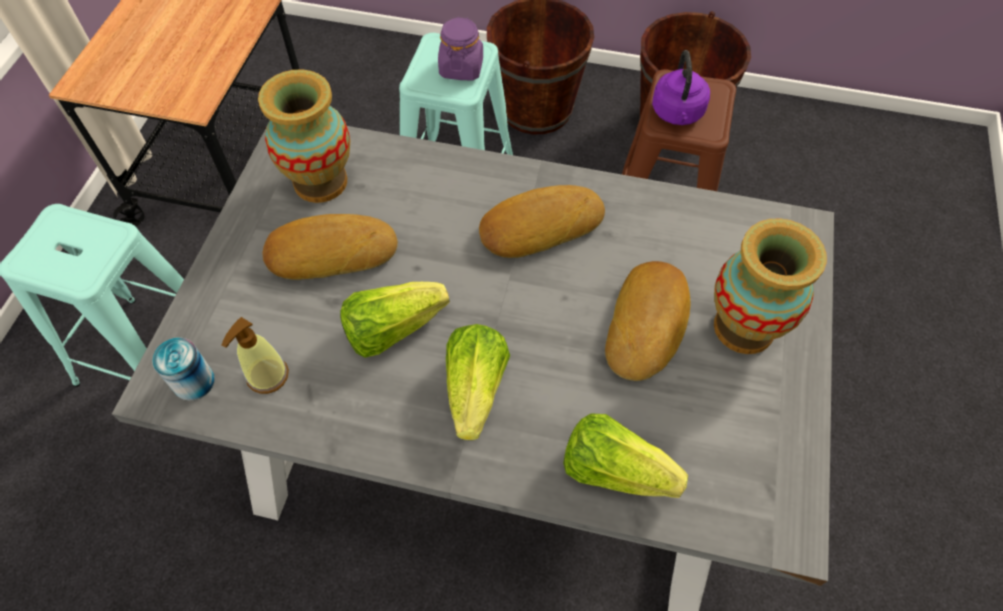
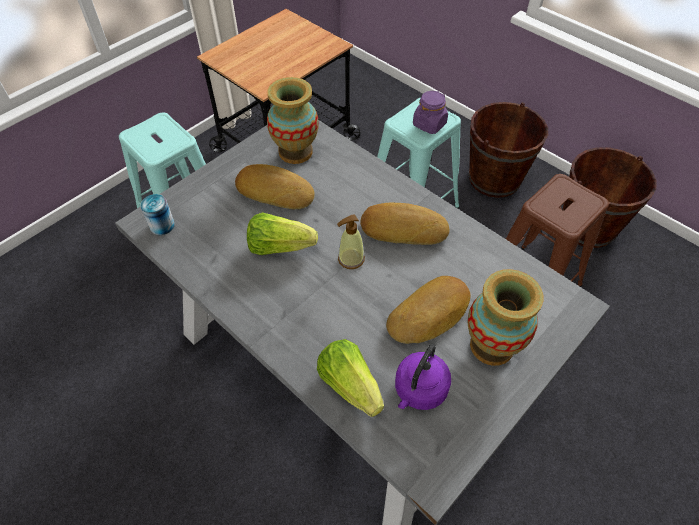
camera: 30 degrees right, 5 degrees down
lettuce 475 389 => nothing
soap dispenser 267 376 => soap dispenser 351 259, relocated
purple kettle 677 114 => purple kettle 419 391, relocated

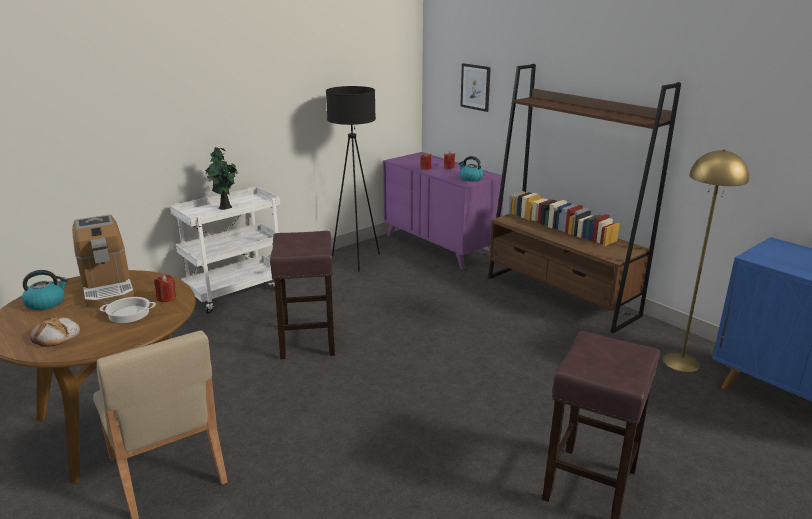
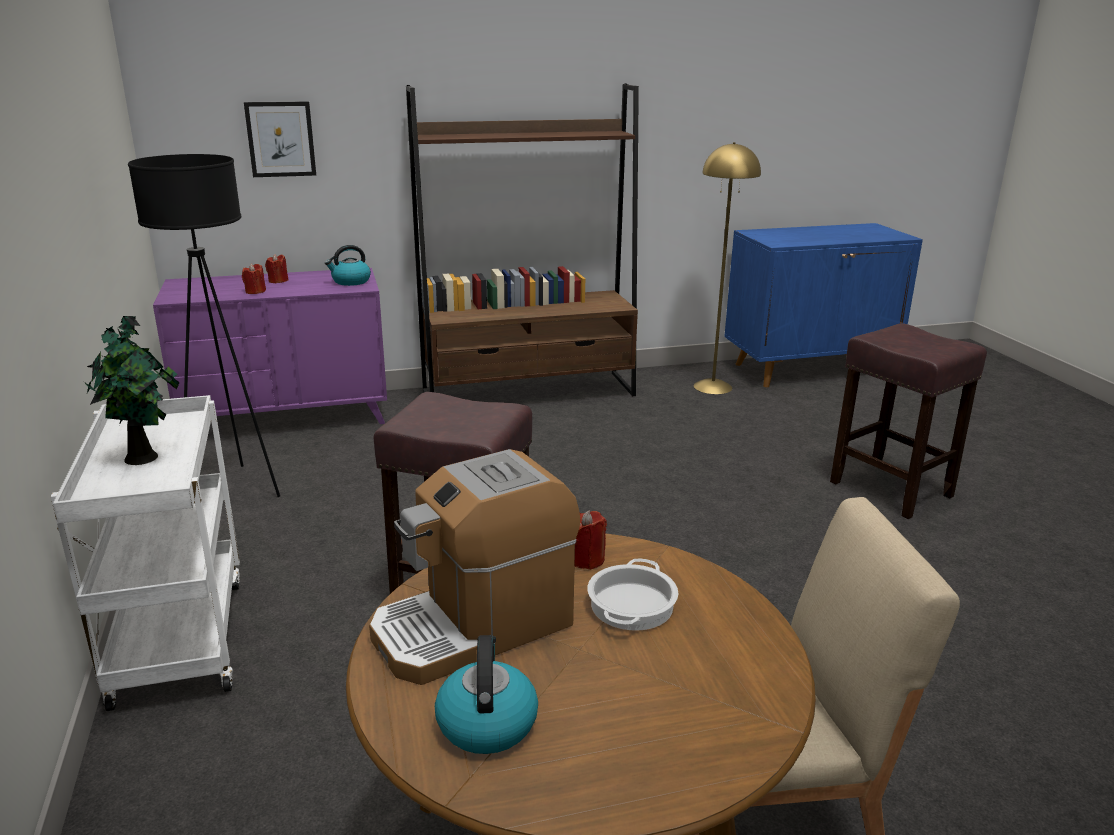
camera: 65 degrees left, 0 degrees up
bread 56 336 => nothing
coffee machine 108 288 => coffee machine 474 626, 150 degrees clockwise

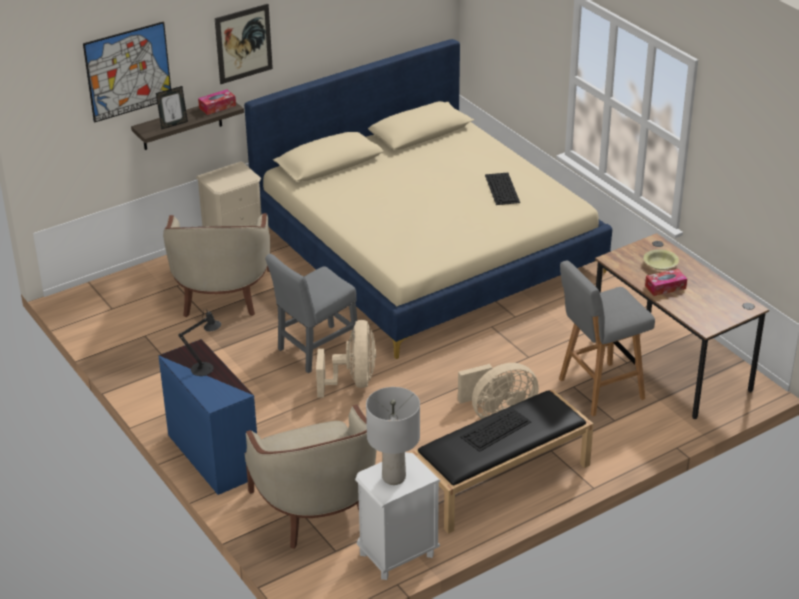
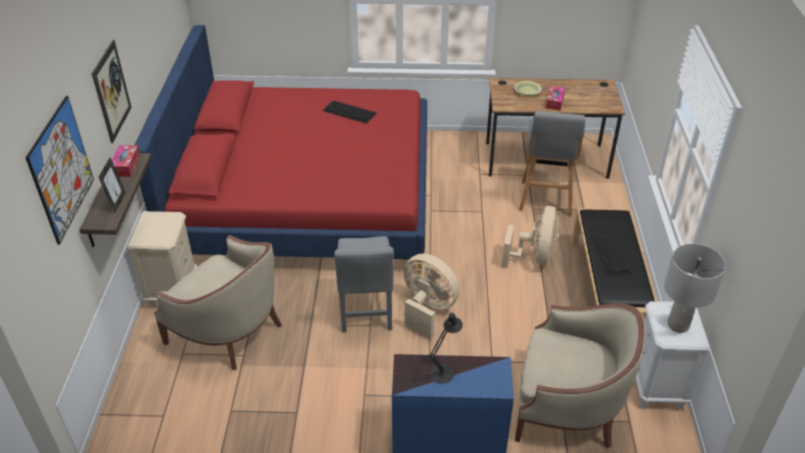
camera: 55 degrees left, 5 degrees up
beige bed 426 250 => red bed 306 195

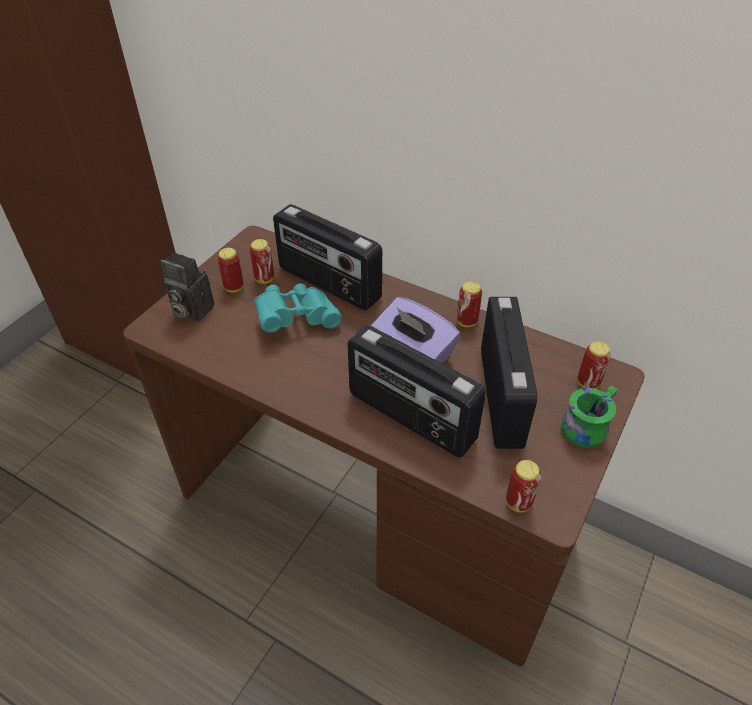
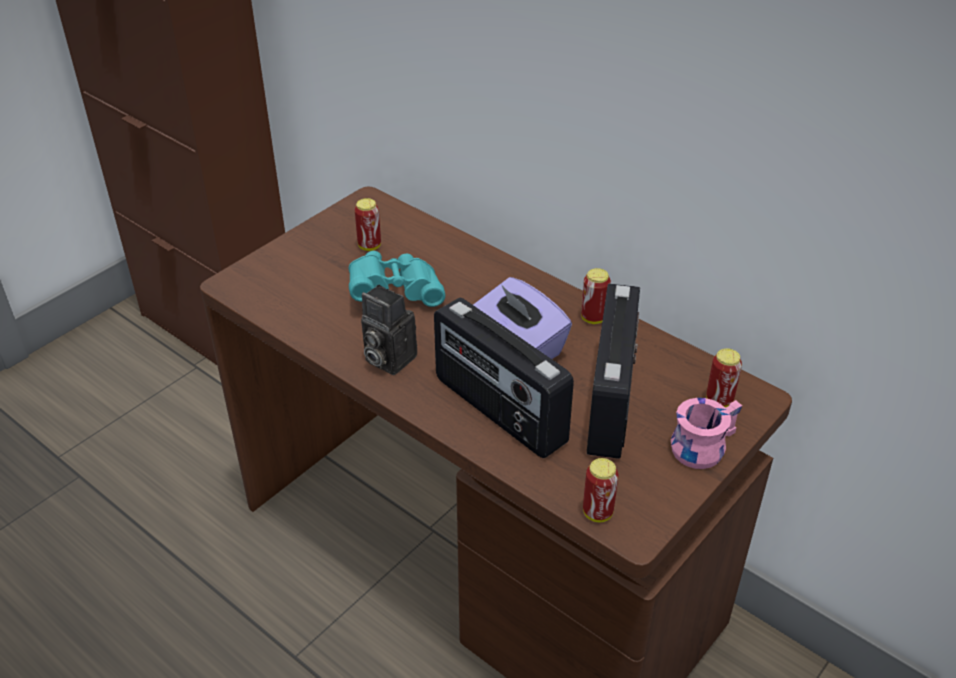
camera: 10 degrees right, 5 degrees down
can 234 287 => nothing
radio 328 284 => nothing
photo camera 190 310 => photo camera 387 358, relocated
green mug 584 425 => pink mug 700 444

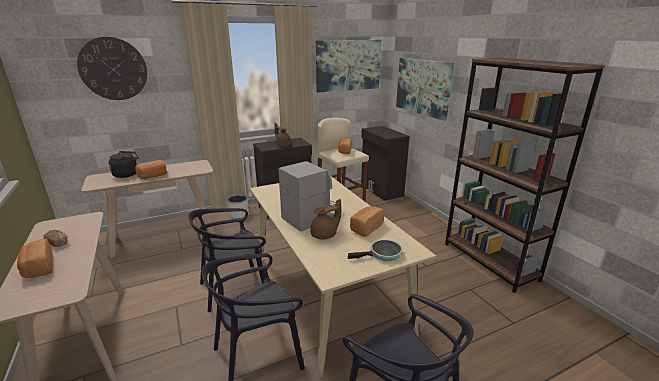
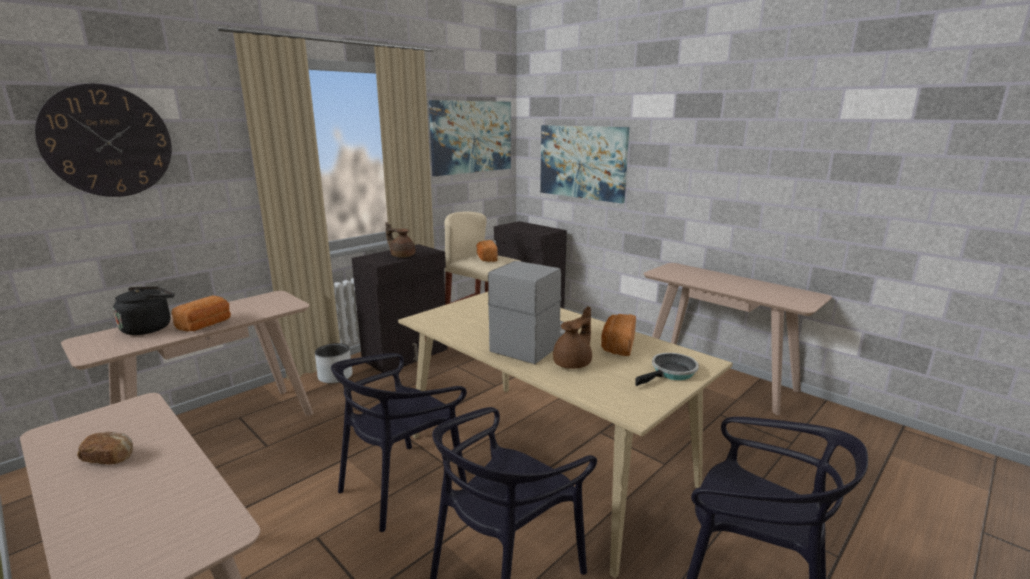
camera: 20 degrees left, 5 degrees down
bread 38 268 => nothing
brown bookcase 489 261 => beige console table 718 377

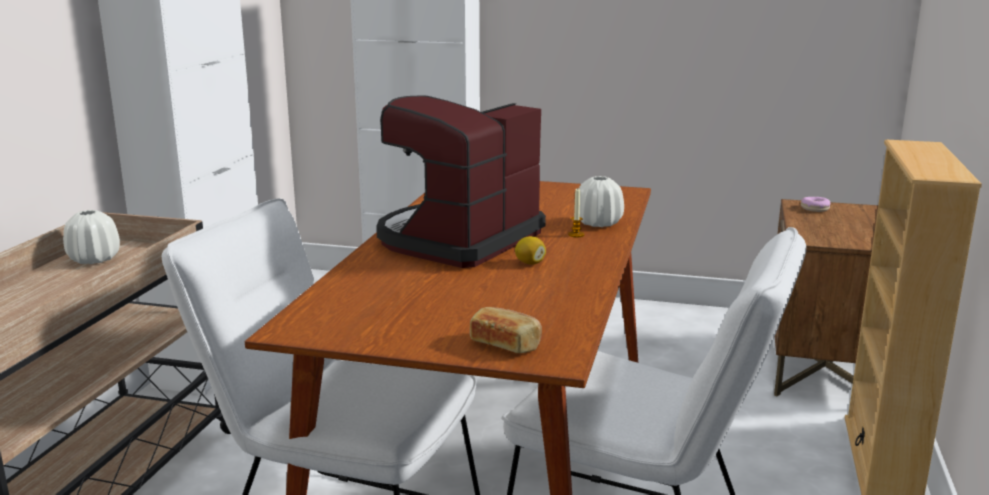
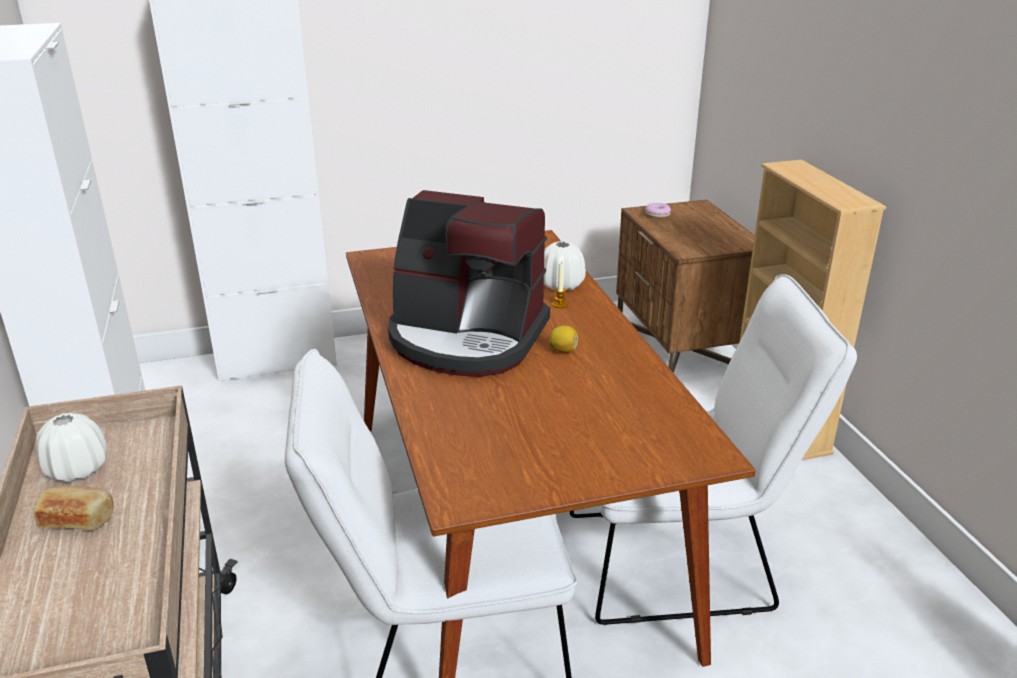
camera: 30 degrees left, 10 degrees up
bread 506 344 => bread 78 519, relocated
coffee machine 458 240 => coffee machine 467 338, 75 degrees counterclockwise

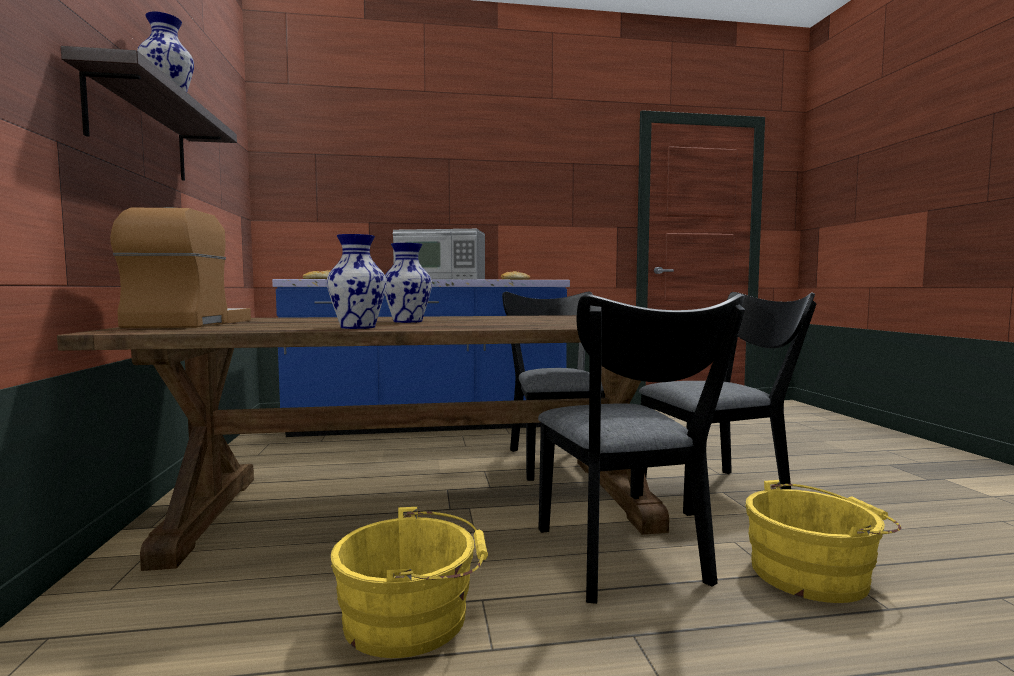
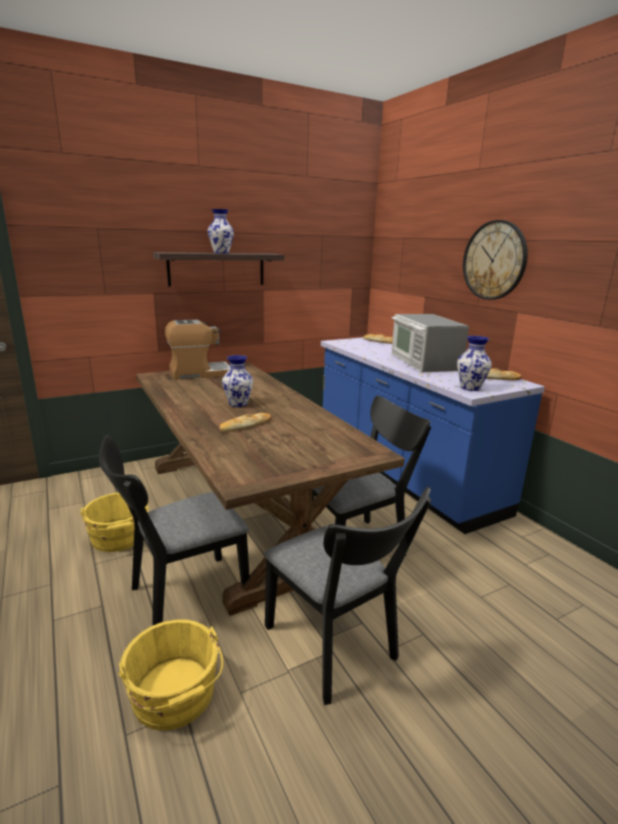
camera: 70 degrees right, 15 degrees up
nothing => bread 245 425
nothing => wall clock 494 260
vase 359 327 => vase 471 388, relocated

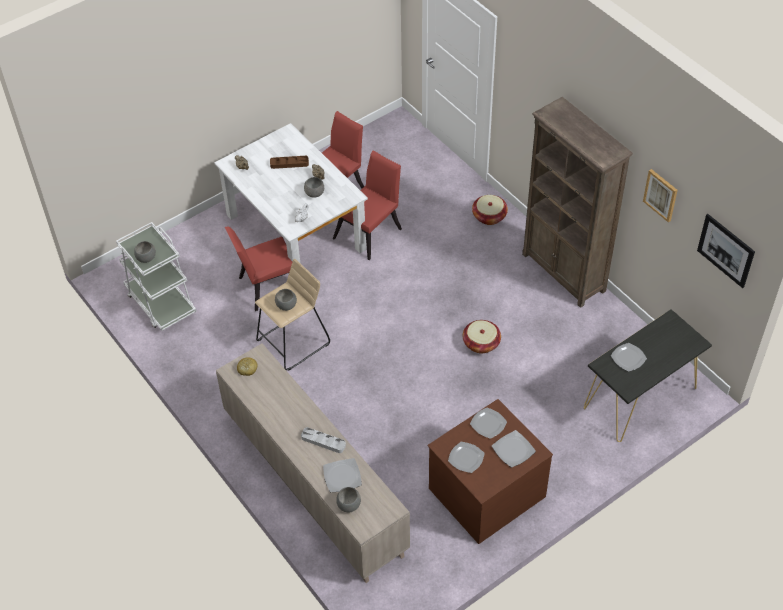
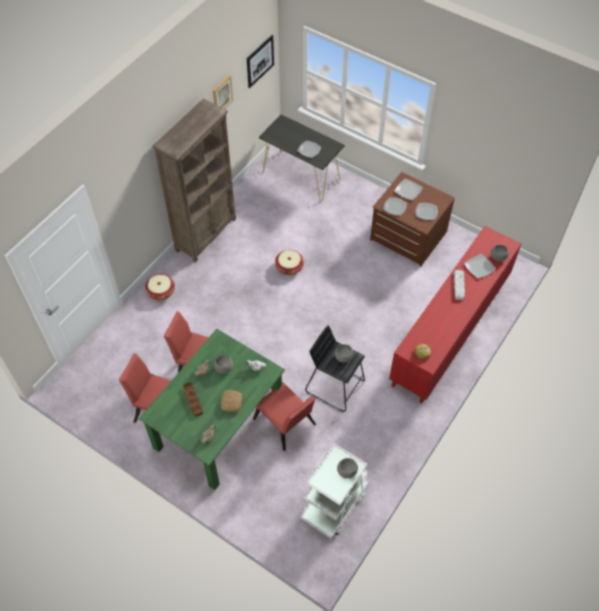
camera: 110 degrees left, 5 degrees up
nothing => bread 231 402
white dining table 296 232 => green dining table 218 424
beige cabinet 314 485 => red cabinet 450 331
beige stool 293 342 => black stool 335 386

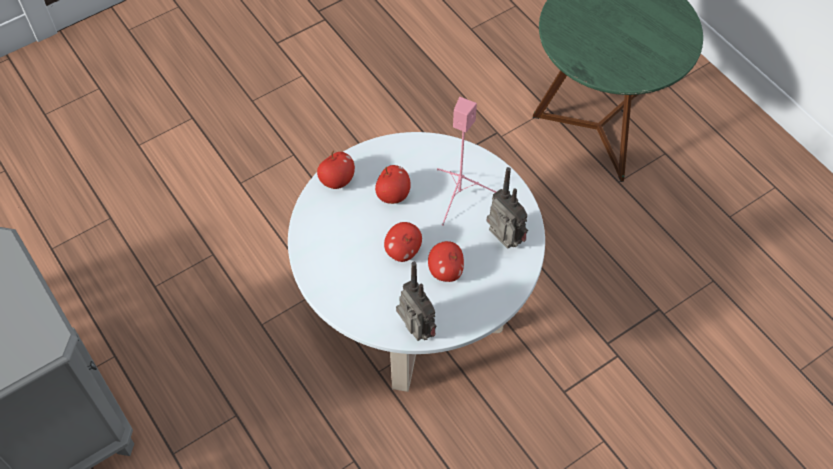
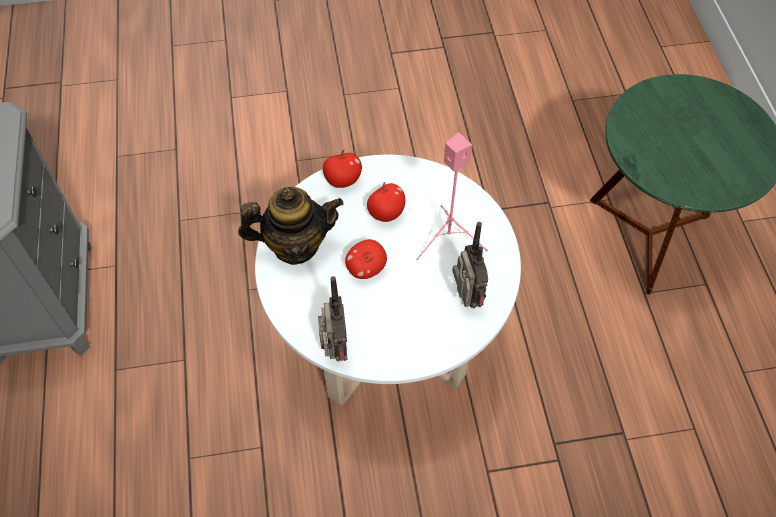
camera: 25 degrees right, 0 degrees up
apple 445 271 => nothing
nothing => teapot 295 245

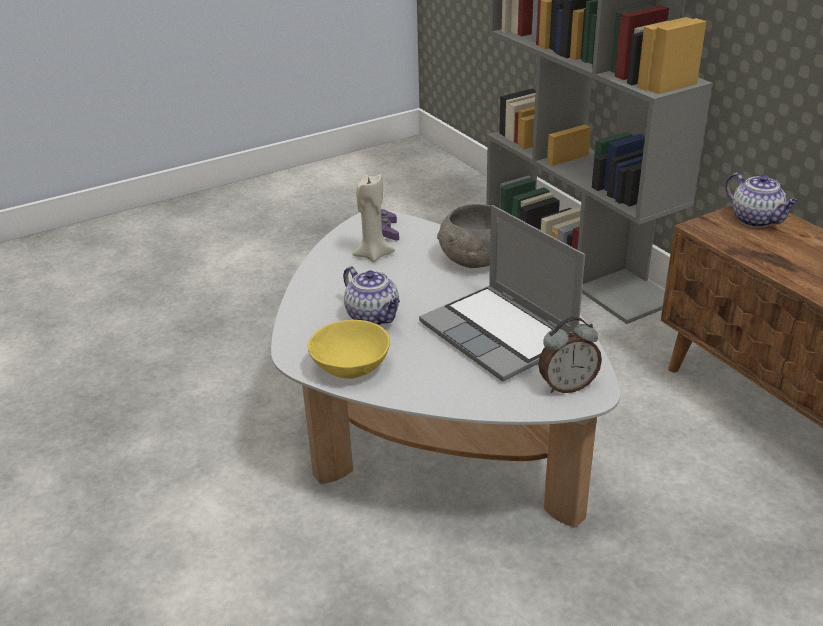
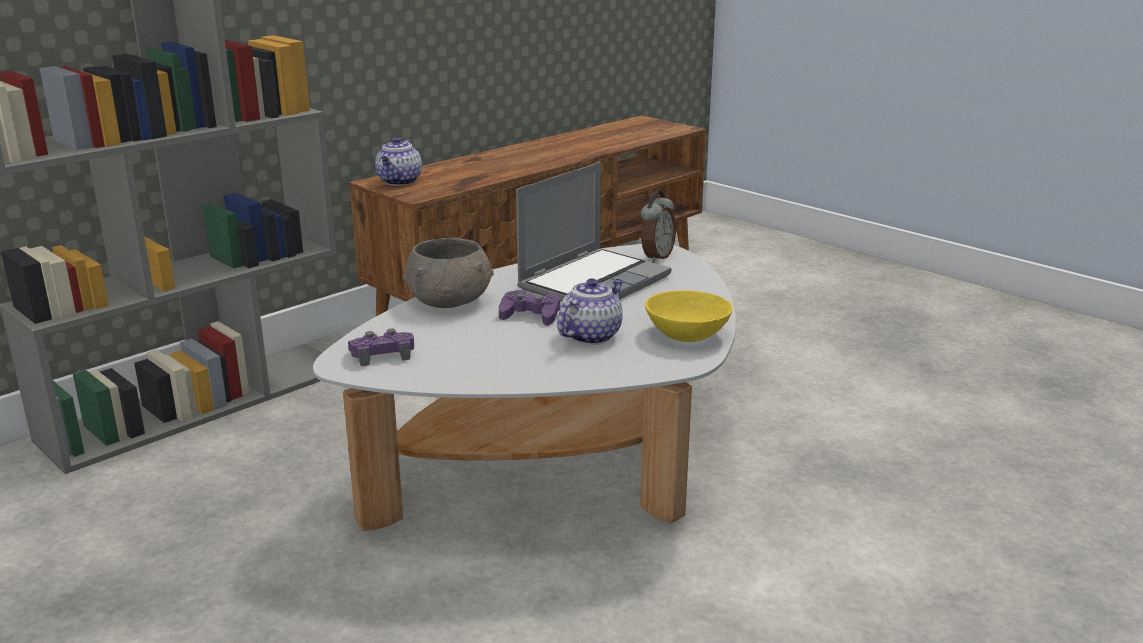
camera: 105 degrees left, 10 degrees down
beige candle 373 255 => nothing
nothing => purple game controller 530 315
alarm clock 567 386 => alarm clock 656 257, 60 degrees clockwise
teapot 756 220 => teapot 399 182, 150 degrees clockwise

